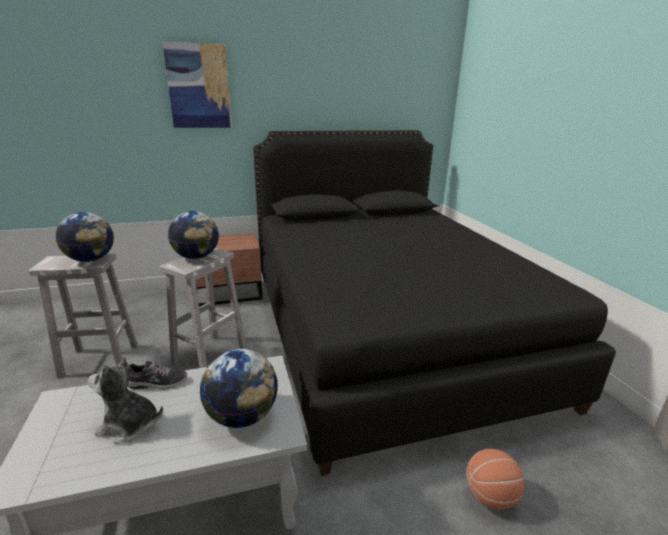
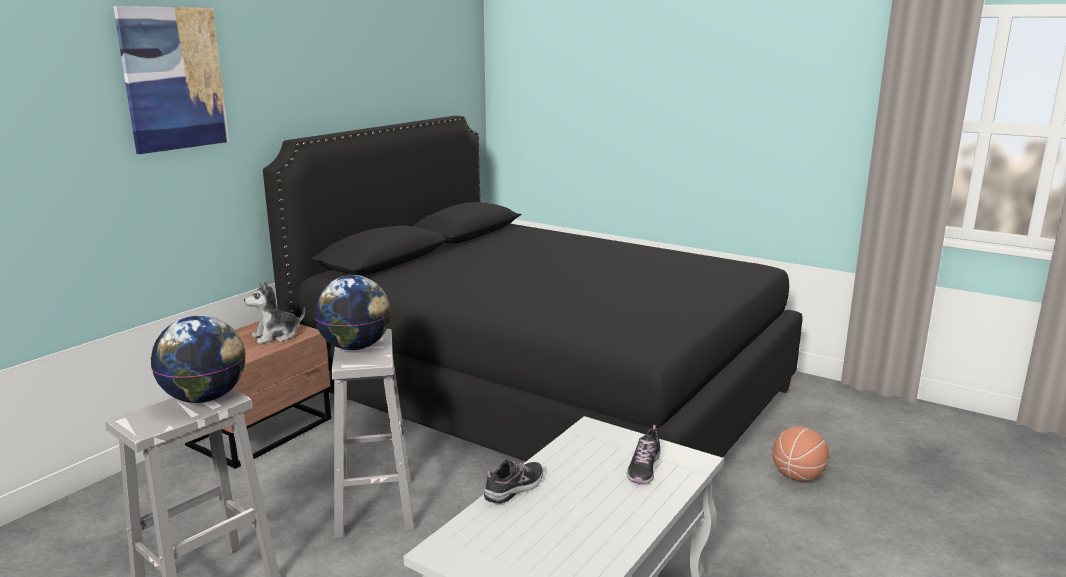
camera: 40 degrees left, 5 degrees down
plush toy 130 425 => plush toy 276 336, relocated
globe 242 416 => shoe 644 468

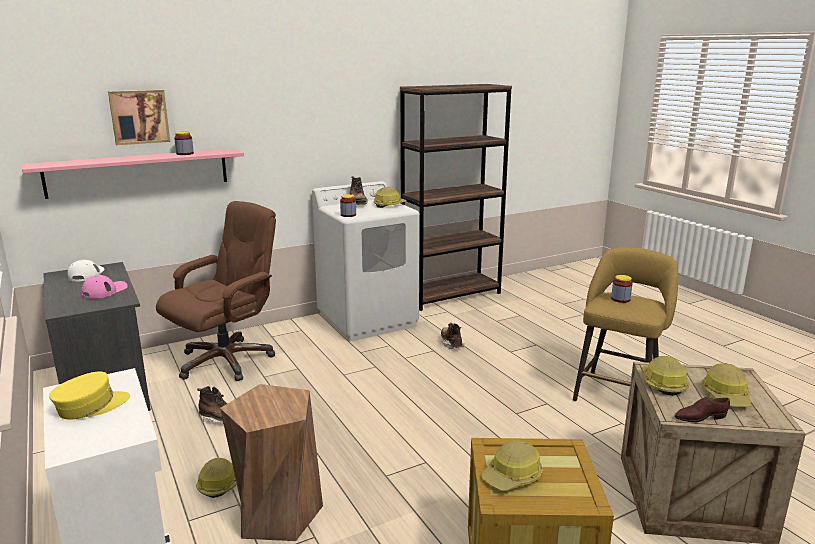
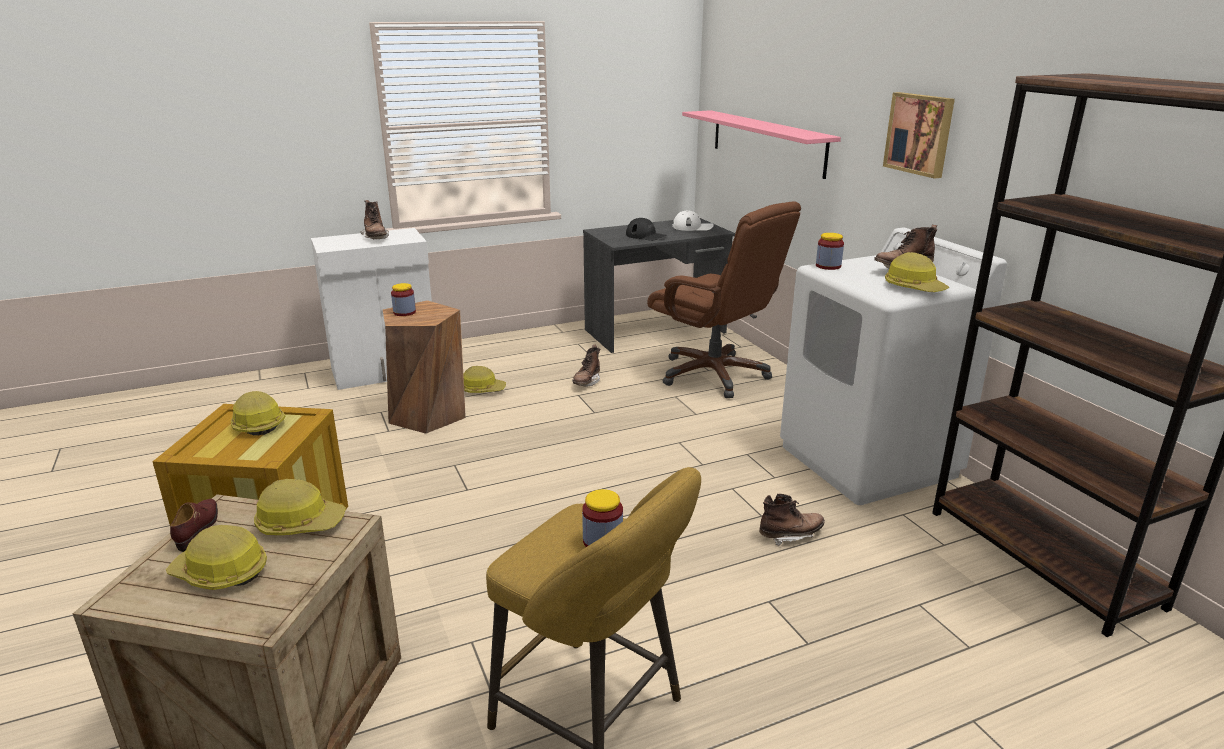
camera: 95 degrees right, 5 degrees up
picture 139 116 => picture 920 134, relocated
jar 185 153 => jar 404 312, relocated
yellow cap 91 406 => brown boot 376 238
pink cap 104 291 => black cap 646 236

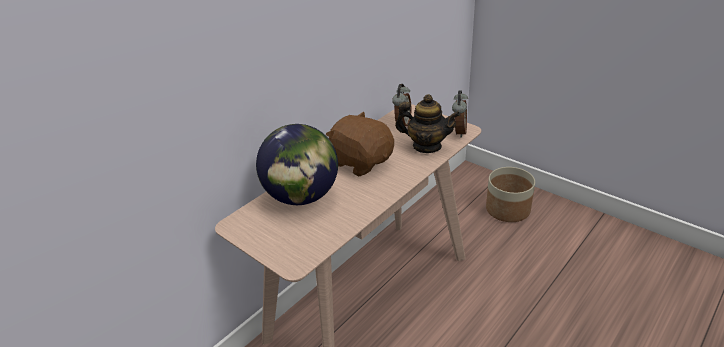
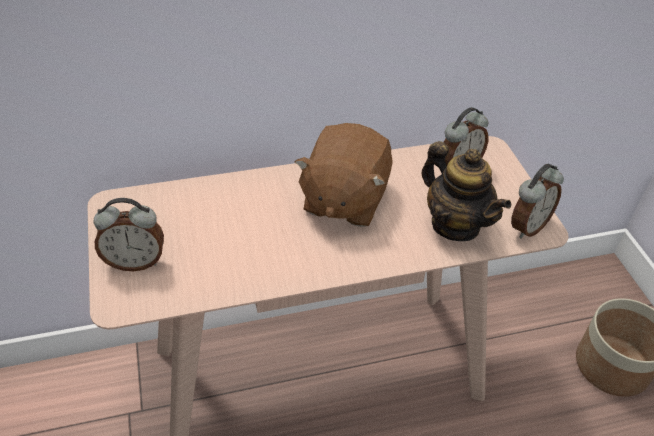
camera: 30 degrees right, 10 degrees up
globe 302 197 => nothing
nothing => alarm clock 135 261
brown plush toy 361 161 => brown plush toy 343 199, 150 degrees counterclockwise

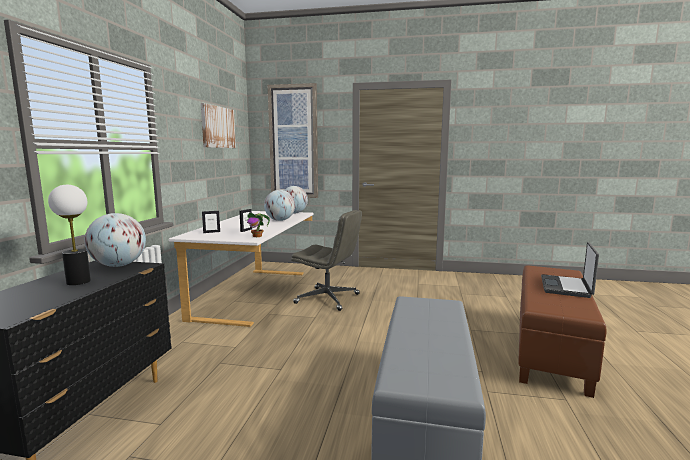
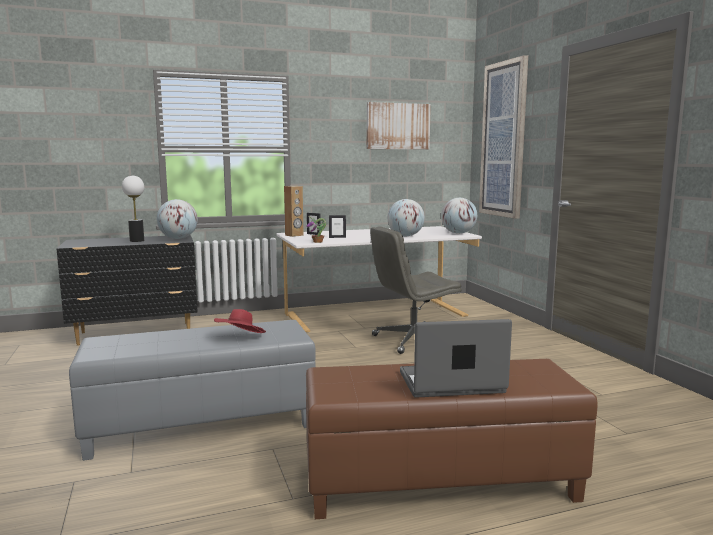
camera: 60 degrees right, 0 degrees up
nothing => red hat 240 338
nothing => brown speaker 294 235
grey office chair 328 299 => grey office chair 412 341, 75 degrees clockwise

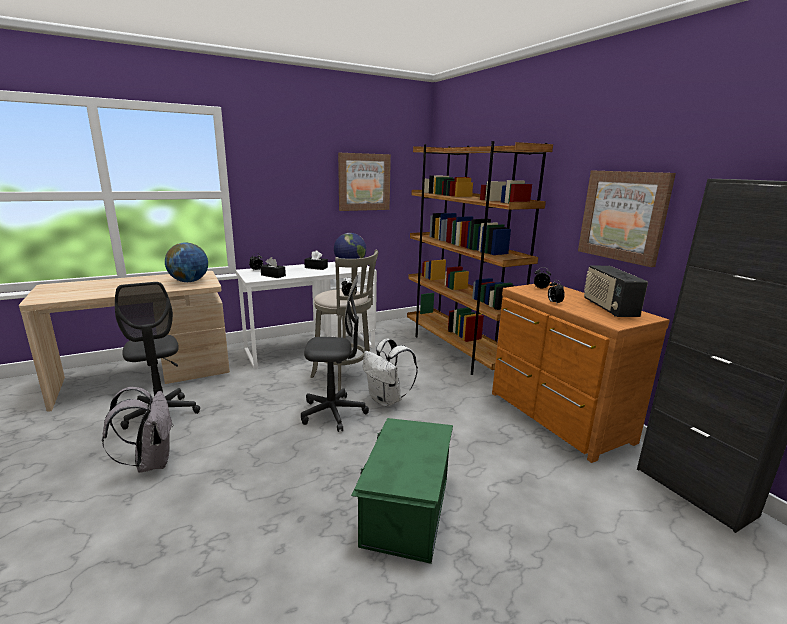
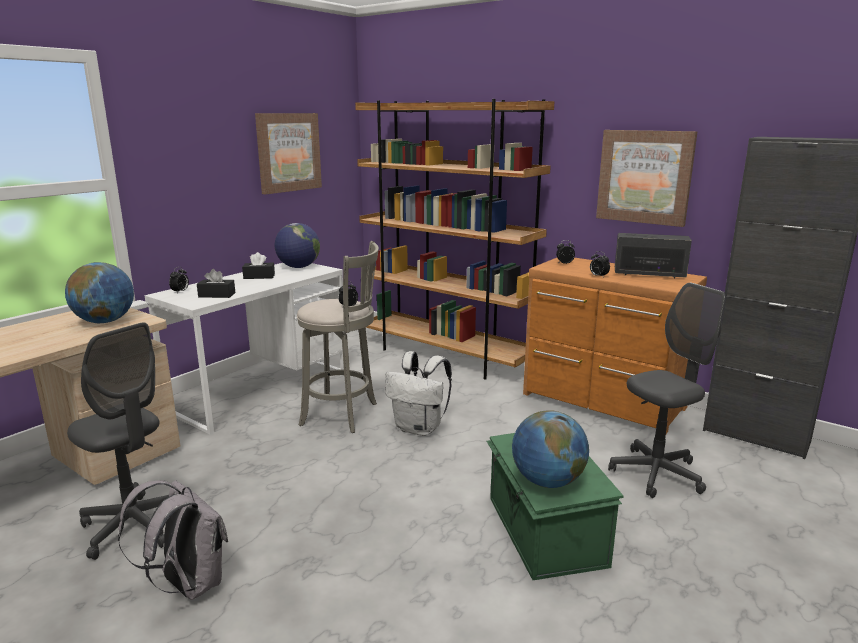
camera: 25 degrees left, 0 degrees up
nothing => globe 547 481
grey office chair 333 413 => grey office chair 656 474, relocated
radio 608 308 => radio 649 274, 135 degrees clockwise

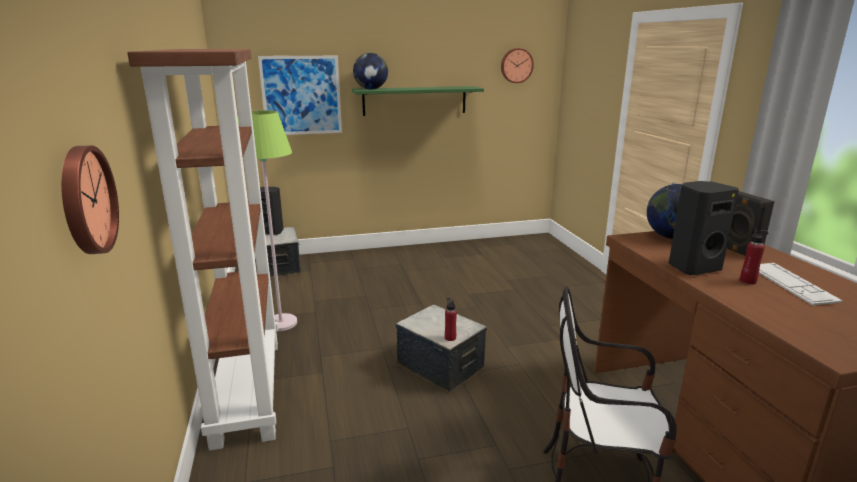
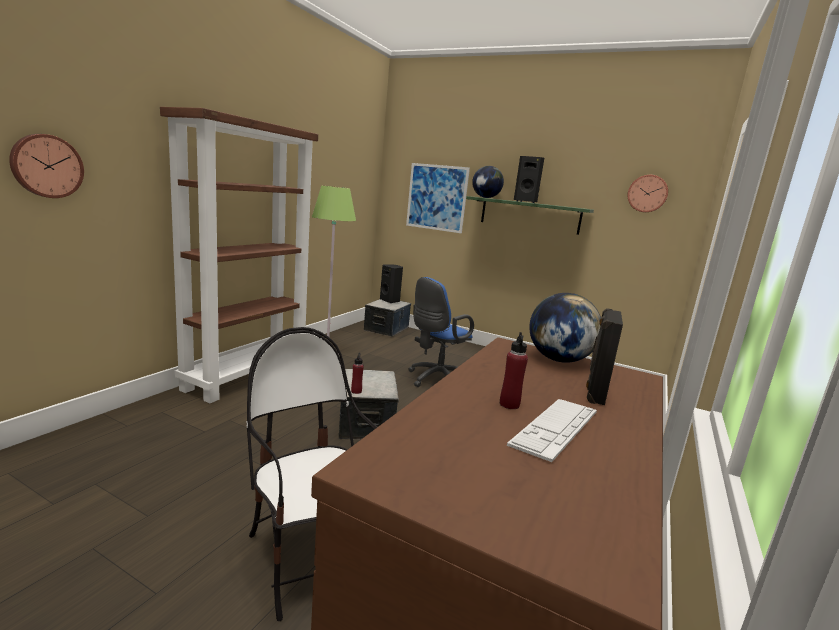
camera: 40 degrees right, 5 degrees down
nothing => blue office chair 435 379
black speaker 692 267 => black speaker 526 202, relocated

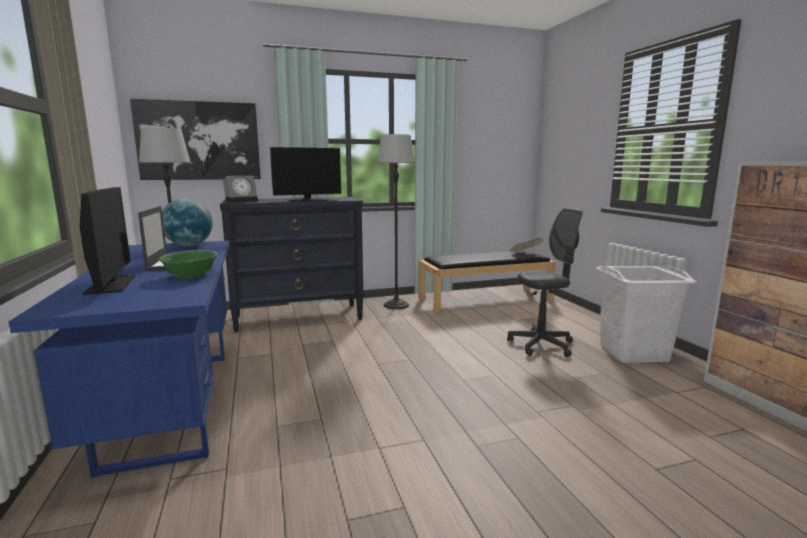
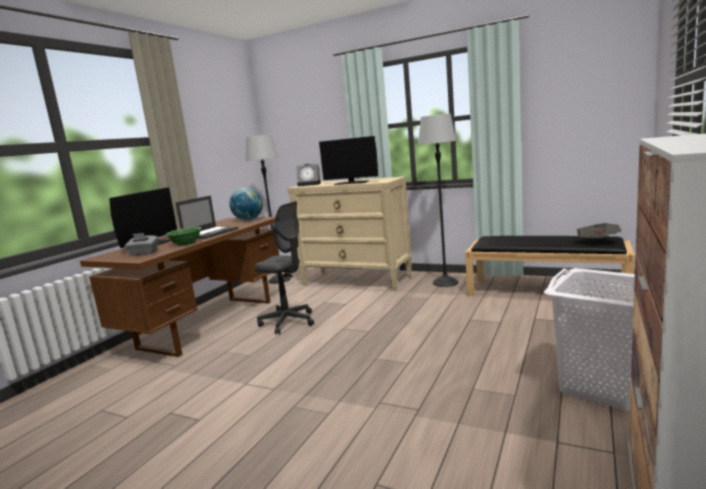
camera: 45 degrees right, 0 degrees up
picture 199 141 => nothing
nothing => grey tissue box 143 253
grey office chair 541 345 => grey office chair 288 322, relocated
blue desk 172 403 => brown desk 209 323
black dresser 299 317 => beige dresser 357 280

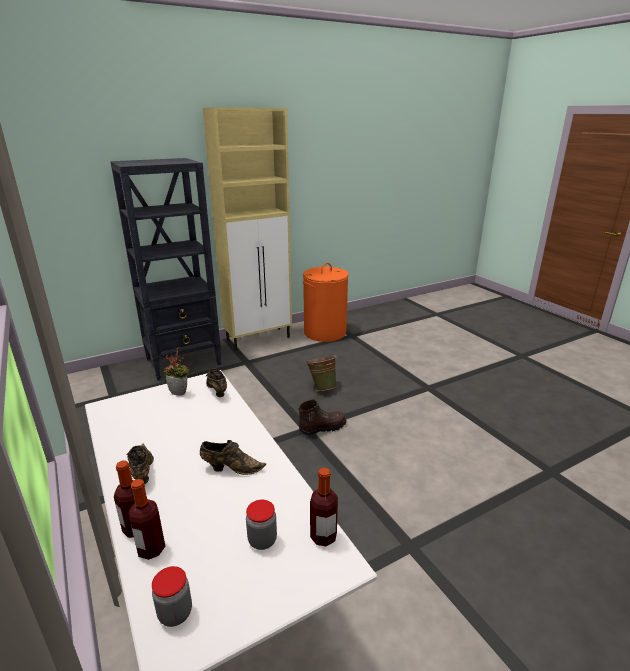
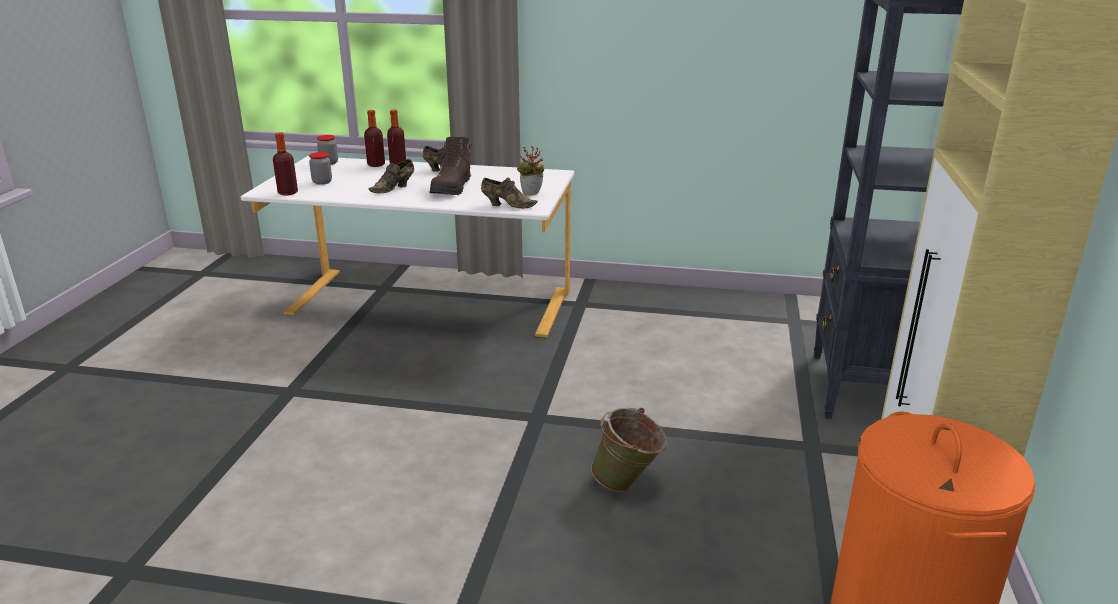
camera: 130 degrees right, 0 degrees up
brown boot 322 428 => brown boot 452 188, relocated

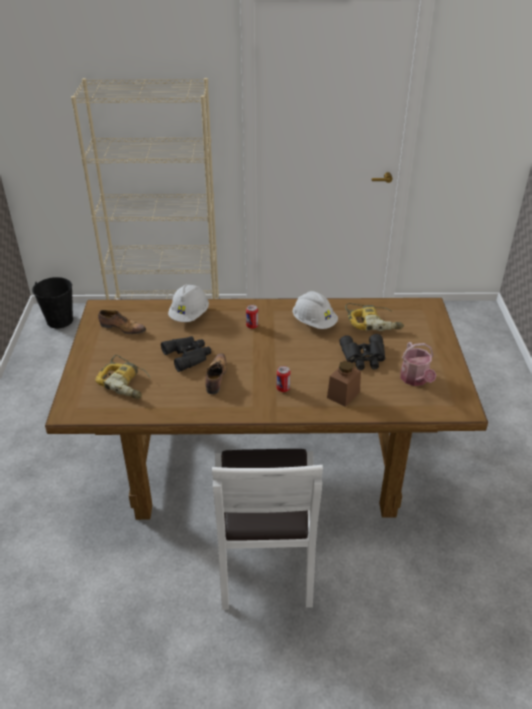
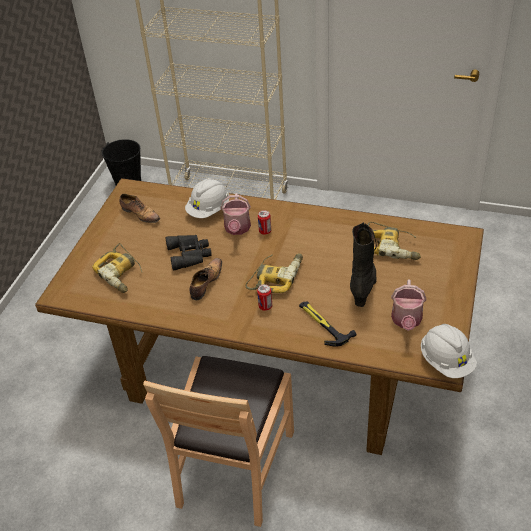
camera: 20 degrees right, 5 degrees up
nothing => watering can 237 229
nothing => power drill 276 276
white hard hat 314 323 => white hard hat 446 361, relocated
brown jar 343 395 => hammer 322 324
black binoculars 364 357 => black boot 363 286
white chair 265 558 => brown chair 234 467

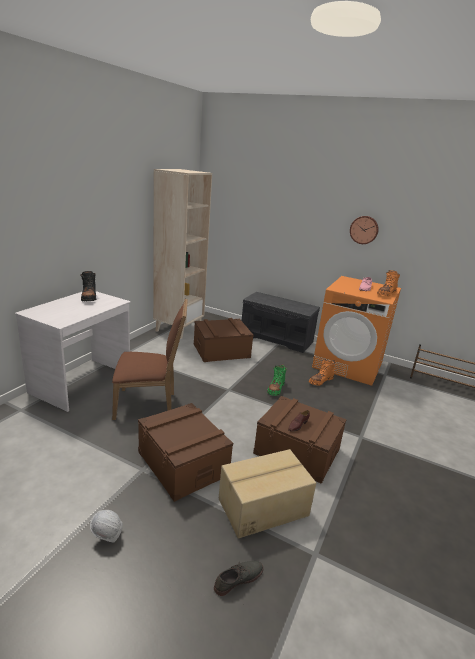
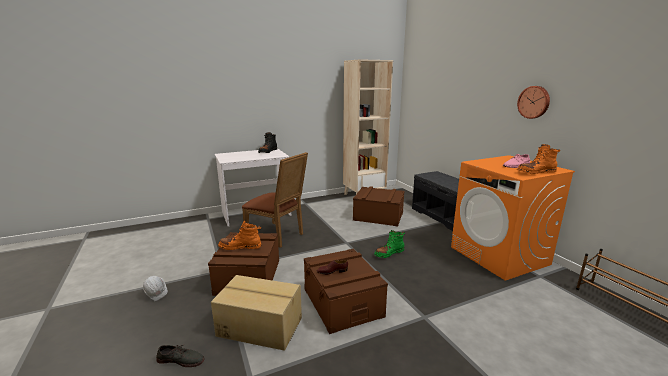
camera: 40 degrees right, 5 degrees down
orange boot 320 381 => orange boot 240 247, relocated

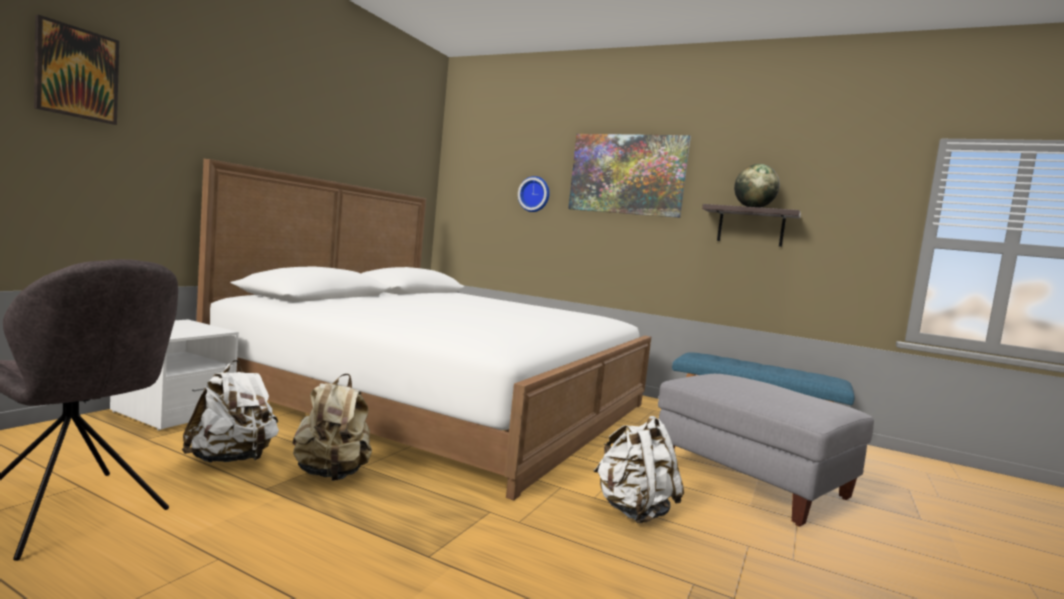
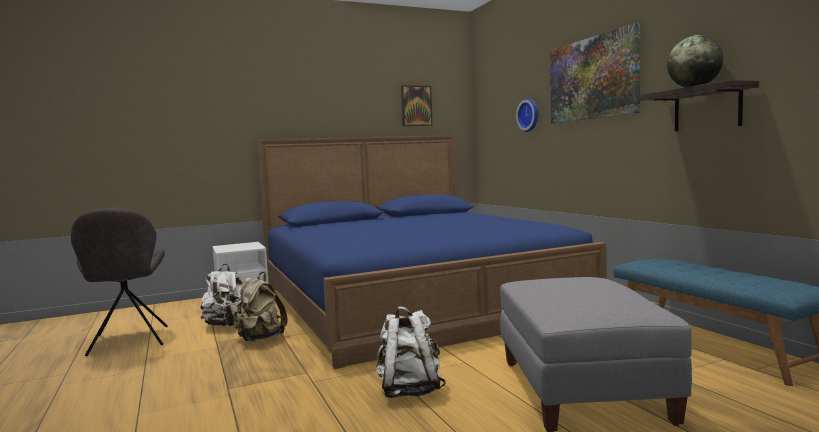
camera: 40 degrees right, 0 degrees up
picture 77 73 => picture 416 106, relocated
white bed 441 400 => blue bed 413 300

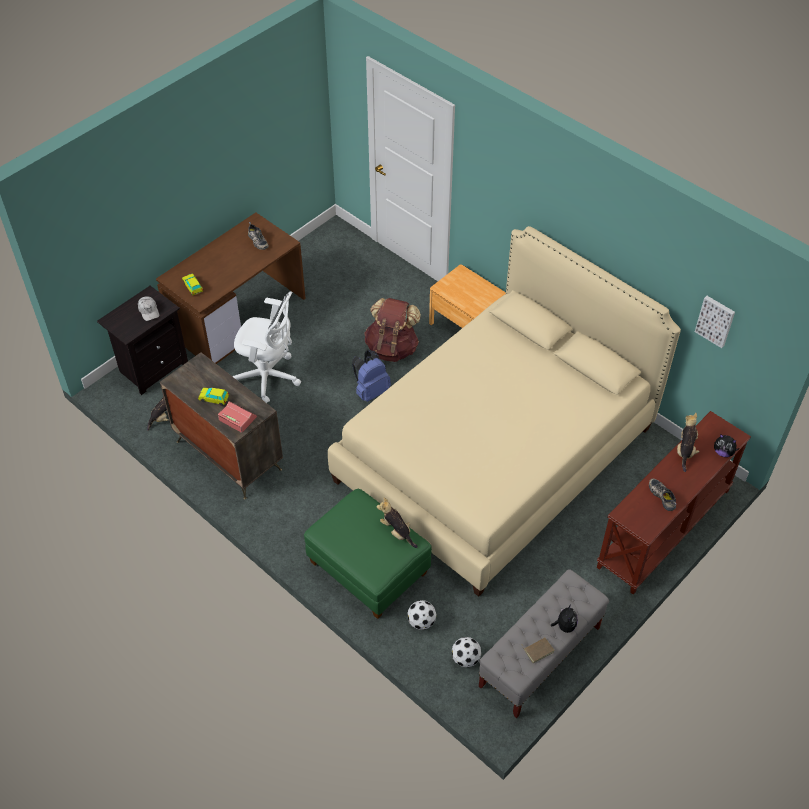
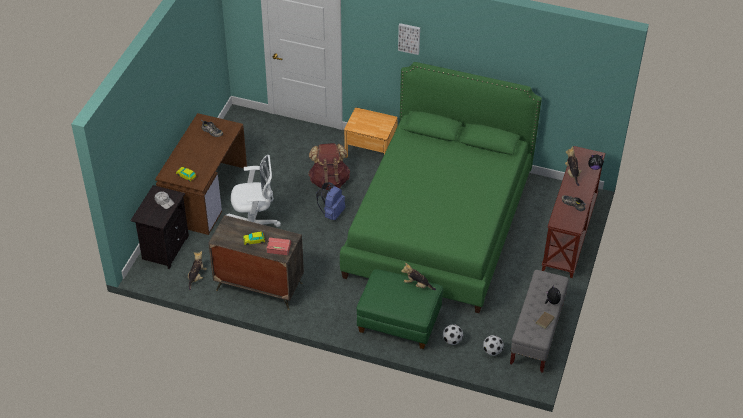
camera: 25 degrees left, 5 degrees down
picture 715 320 => picture 409 38, relocated
beige bed 495 454 => green bed 439 225

